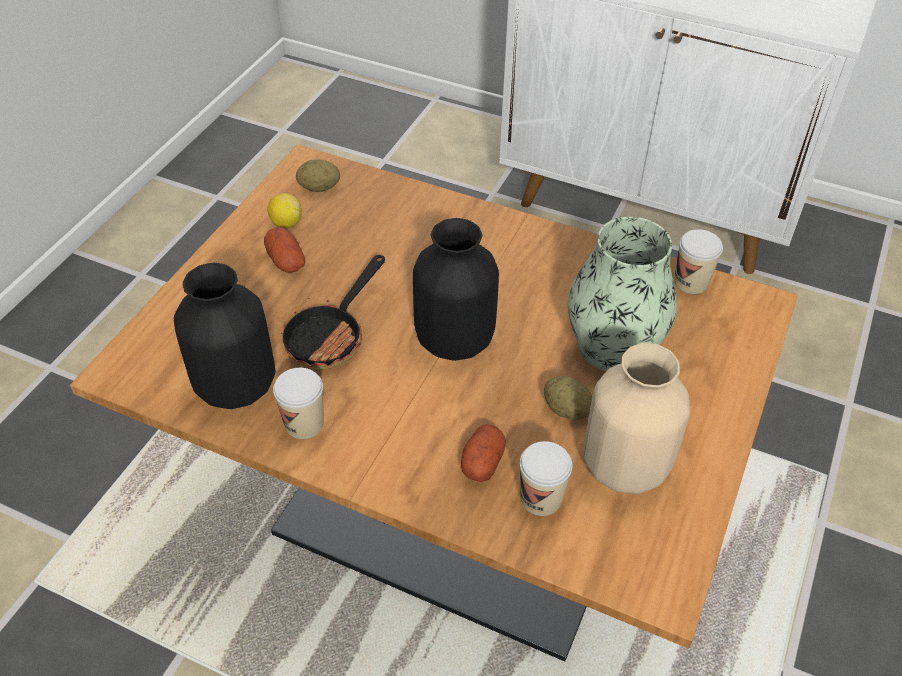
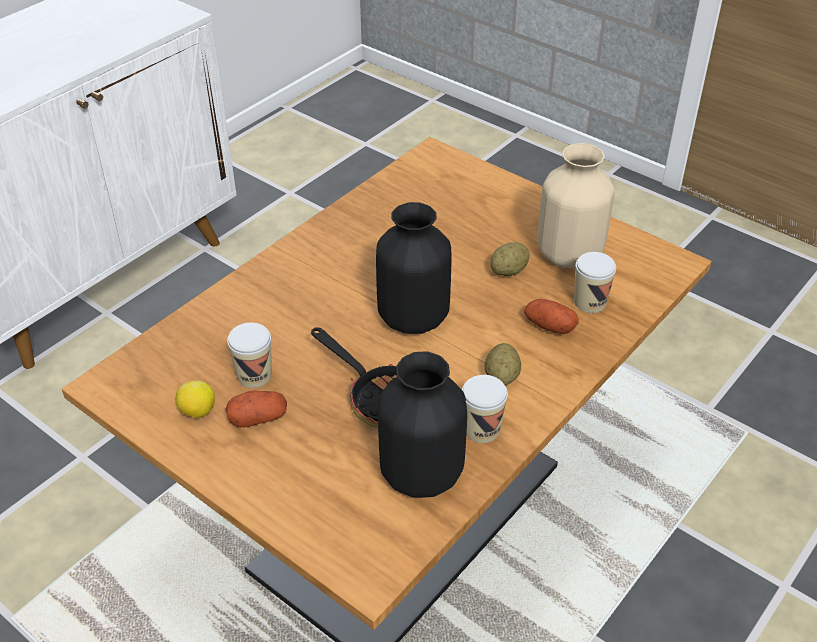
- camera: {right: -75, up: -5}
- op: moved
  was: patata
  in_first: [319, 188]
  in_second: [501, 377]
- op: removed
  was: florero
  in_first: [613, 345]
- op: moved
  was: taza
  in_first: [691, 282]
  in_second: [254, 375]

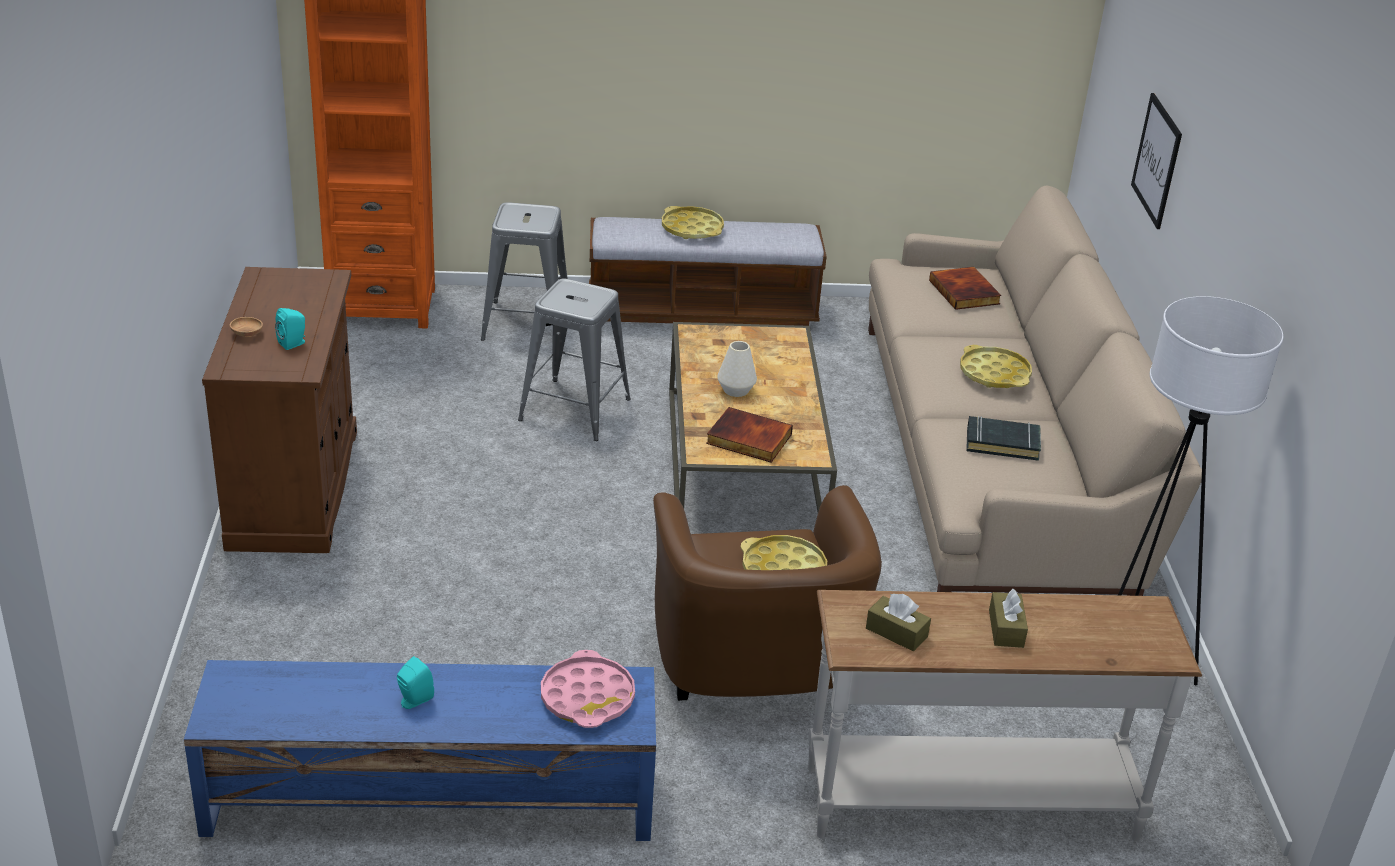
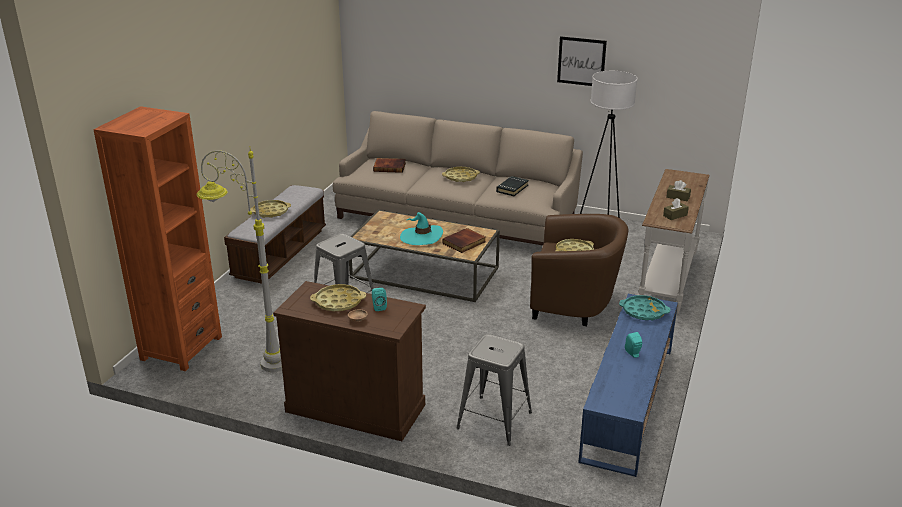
- camera: {right: -65, up: -5}
- op: moved
  was: cuadro
  in_first: [1157, 160]
  in_second: [581, 61]
- op: moved
  was: taburete (gris)
  in_first: [527, 324]
  in_second: [495, 420]
- op: replaced
  was: florero (blanco)
  now: sombrero (turquesa)
  in_first: [735, 390]
  in_second: [421, 237]
- op: recoloured
  was: bandeja (rosa)
  now: bandeja (turquesa)
  in_first: [587, 697]
  in_second: [643, 311]
- op: added
  now: lámpara de pie (gris)
  in_second: [253, 359]
- op: added
  now: bandeja (amarillo)
  in_second: [338, 302]

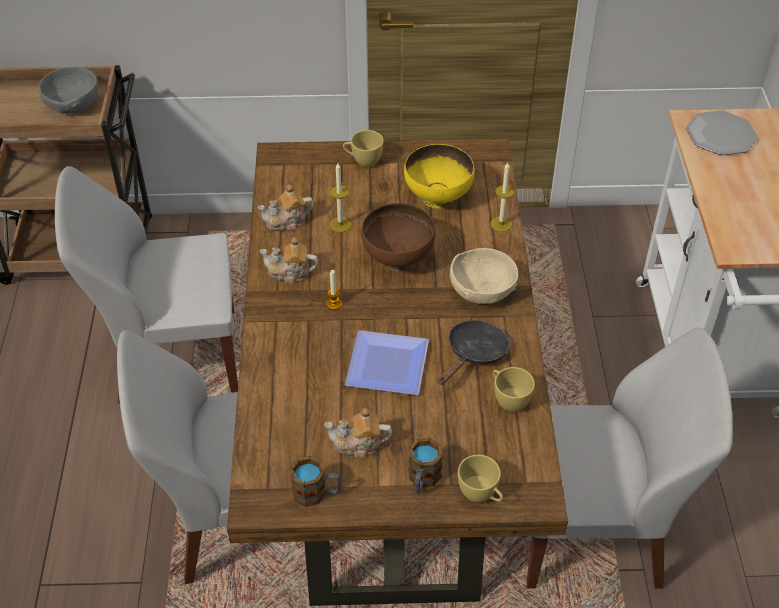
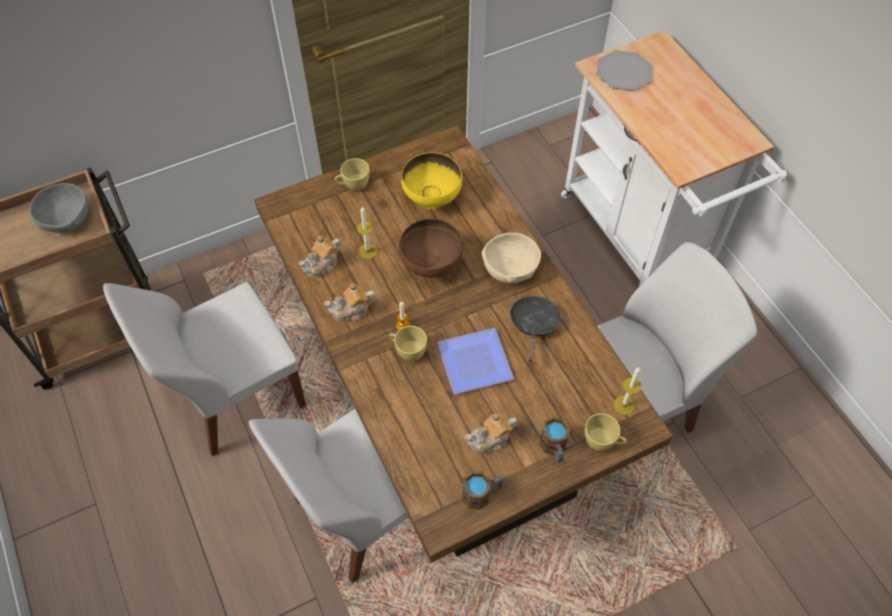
- camera: {right: -25, up: 10}
- op: moved
  was: vela
  in_first: [501, 224]
  in_second: [624, 405]
- op: moved
  was: taza (amarillo)
  in_first: [508, 400]
  in_second: [407, 351]

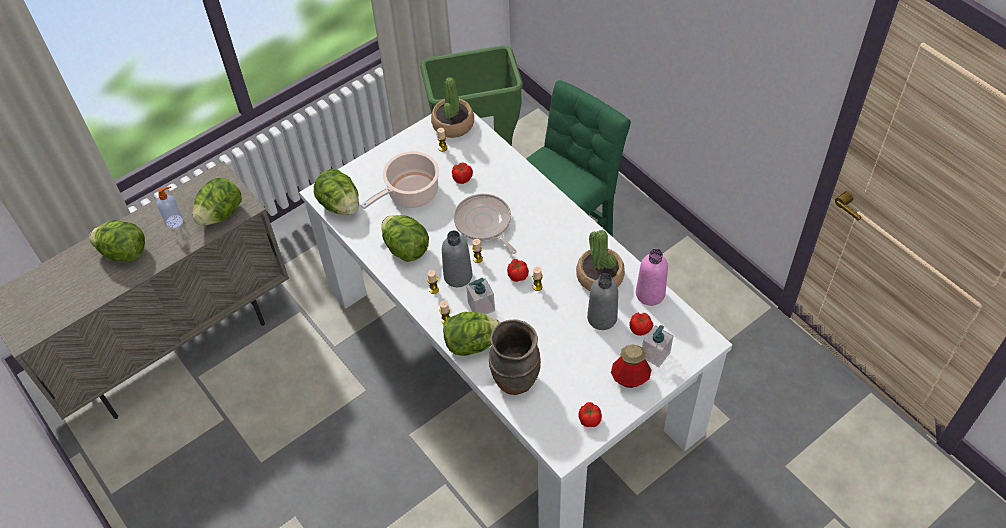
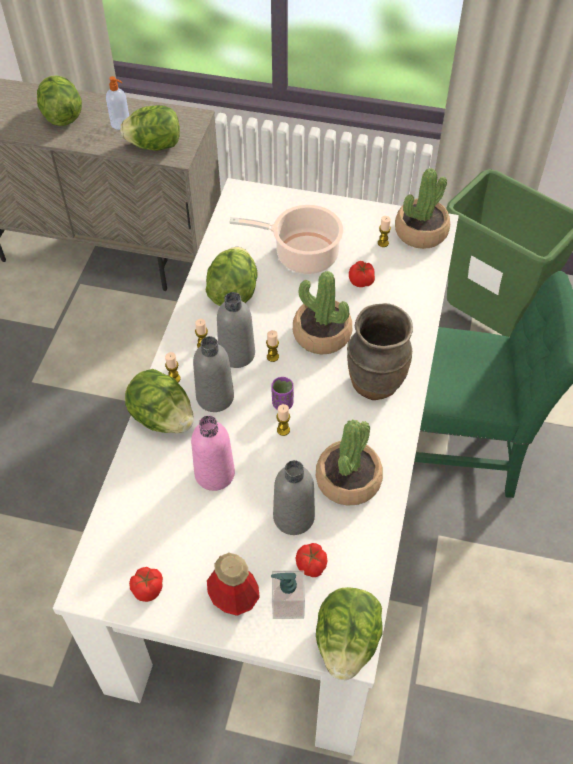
- camera: {right: 50, up: 0}
- op: moved
  was: lechuga
  in_first: [340, 205]
  in_second: [347, 642]
- op: replaced
  was: sartén
  now: planta en maceta
  in_first: [484, 224]
  in_second: [321, 334]
- op: moved
  was: botella (rosa)
  in_first: [650, 294]
  in_second: [214, 474]
- op: replaced
  was: tomate
  now: taza (morado)
  in_first: [517, 275]
  in_second: [282, 403]
- op: replaced
  was: dispensador de jabón
  now: botella (gris)
  in_first: [481, 307]
  in_second: [215, 397]
- op: moved
  was: florero (marrón)
  in_first: [515, 379]
  in_second: [375, 383]

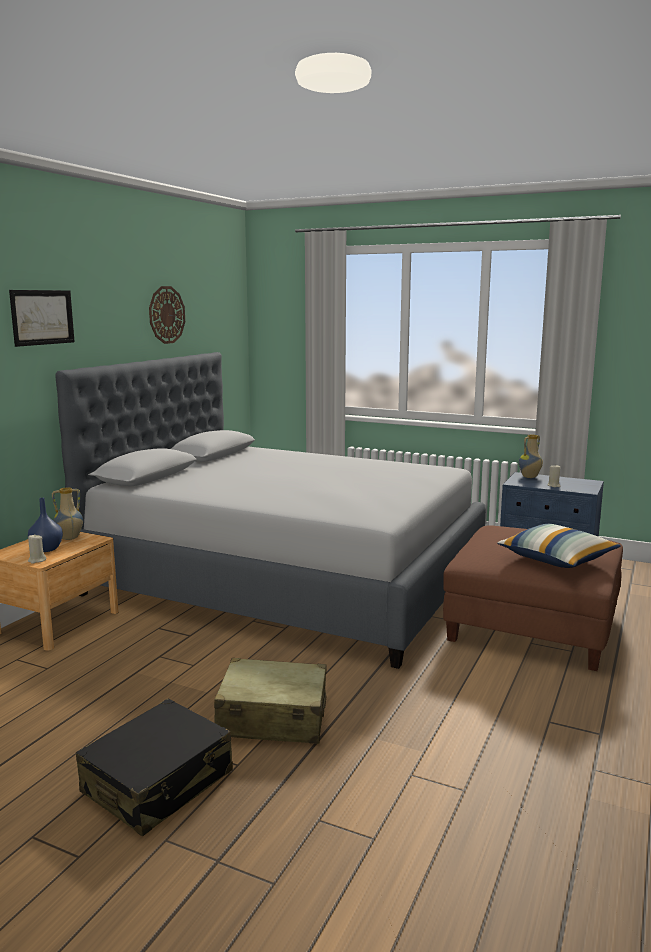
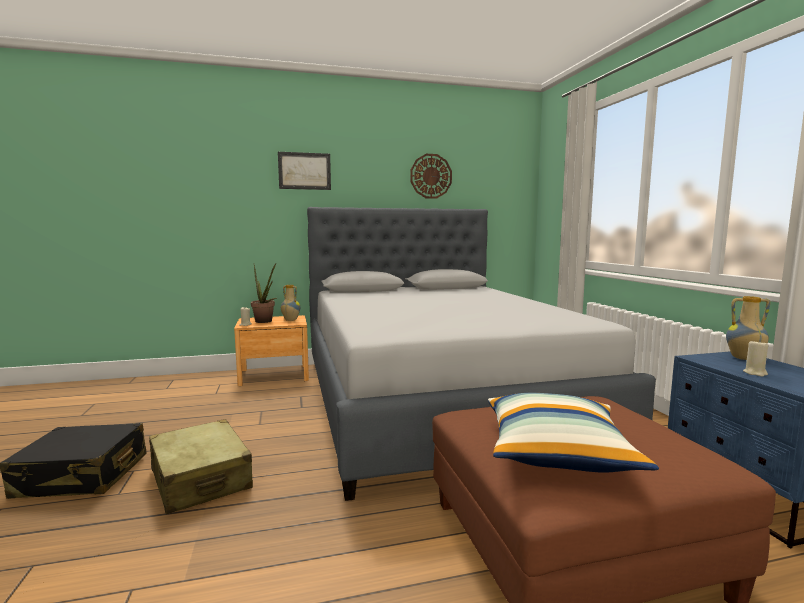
- camera: {right: 50, up: -5}
- op: replaced
  was: florero (azul)
  now: planta en maceta
  in_first: [46, 549]
  in_second: [265, 322]

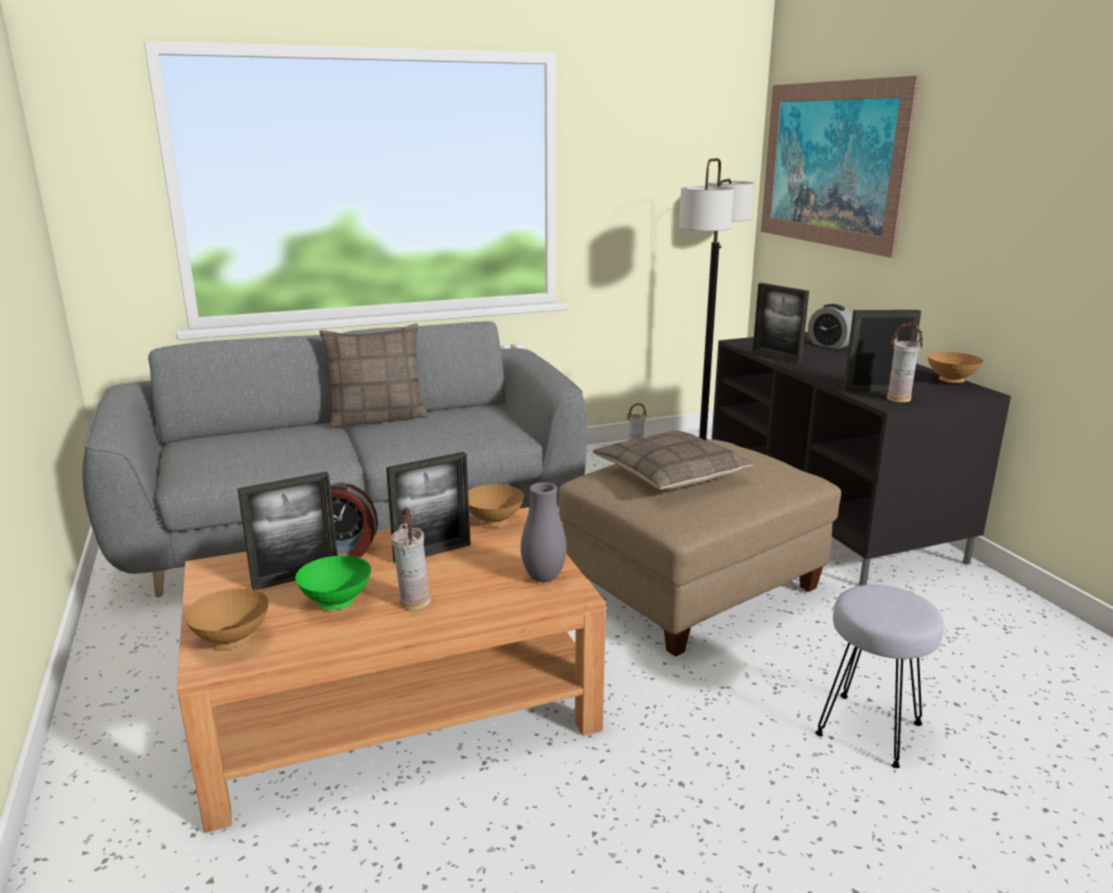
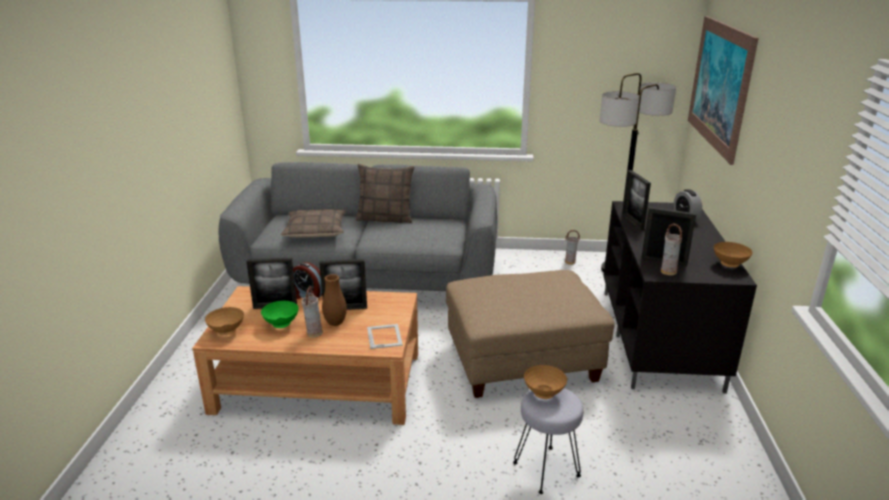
- camera: {right: 25, up: 5}
- op: moved
  was: cojín
  in_first: [670, 474]
  in_second: [315, 230]
- op: replaced
  was: florero (gris)
  now: portarretratos
  in_first: [543, 577]
  in_second: [384, 336]
- op: moved
  was: cuenco (marrón)
  in_first: [493, 523]
  in_second: [543, 394]
- op: added
  now: florero (marrón)
  in_second: [335, 323]

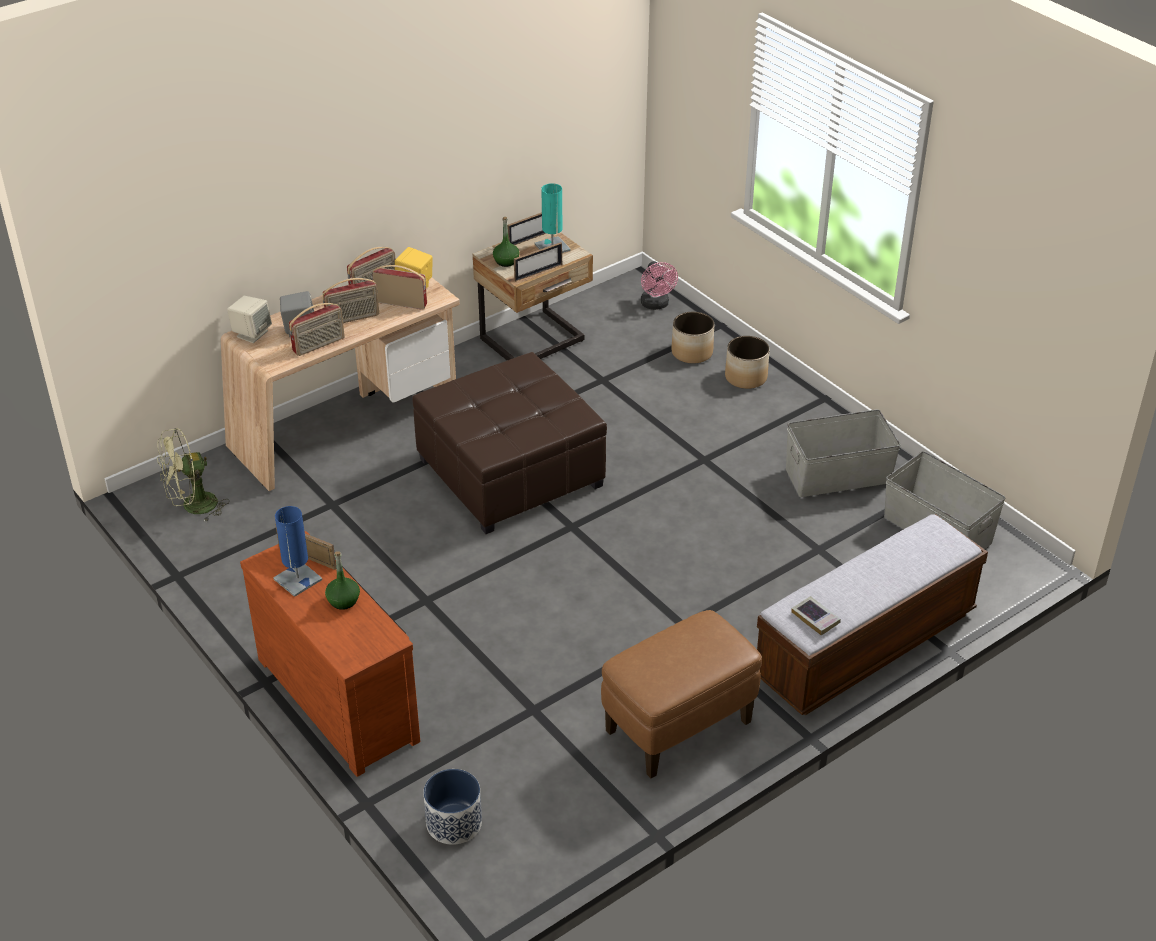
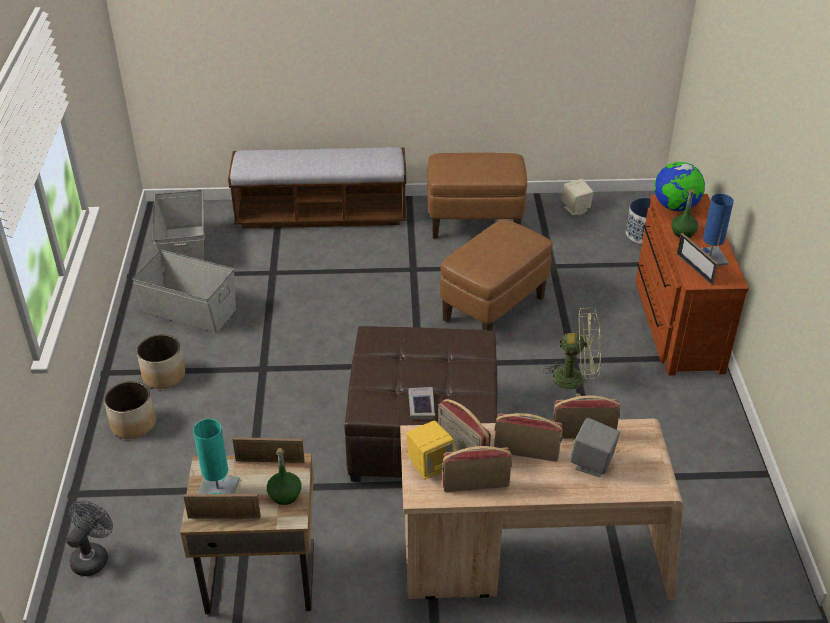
- camera: {right: -145, up: 0}
- op: recoloured
  was: ventilador (rosa)
  now: ventilador (gris)
  in_first: [656, 305]
  in_second: [93, 556]
- op: moved
  was: altavoz (beis)
  in_first: [252, 333]
  in_second: [575, 209]
- op: moved
  was: maceta
  in_first: [692, 352]
  in_second: [163, 375]
- op: moved
  was: ventilador (verde)
  in_first: [193, 507]
  in_second: [575, 378]
- op: moved
  was: libro
  in_first: [815, 618]
  in_second: [421, 405]
- op: added
  now: globo terráqueo
  in_second: [675, 207]
- op: added
  now: puf (marrón)
  in_second: [494, 309]

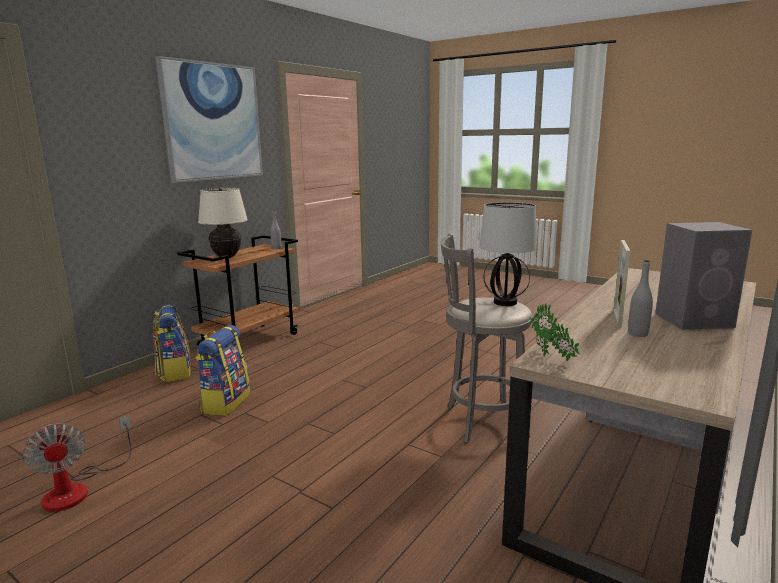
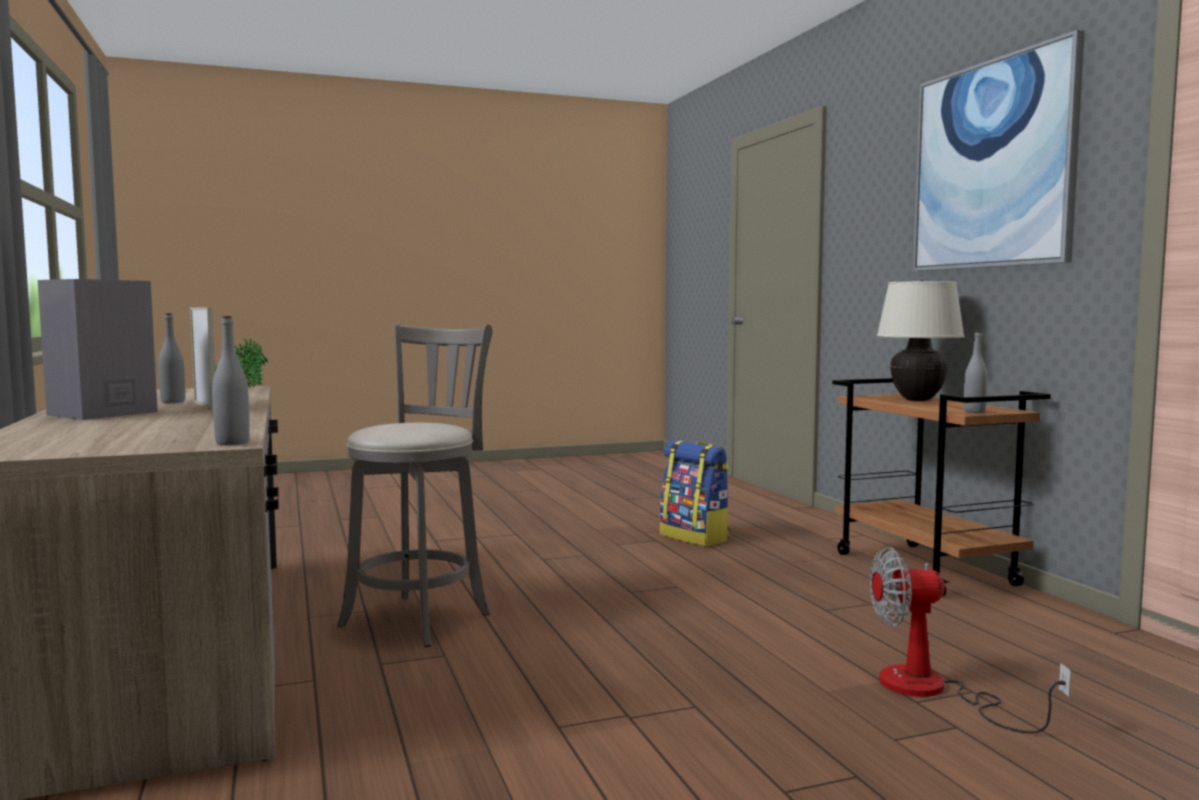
- camera: {right: 125, up: -10}
- op: removed
  was: lámpara de mesa
  in_first: [504, 302]
- op: removed
  was: mochila
  in_first: [174, 372]
- op: moved
  was: ventilador
  in_first: [78, 488]
  in_second: [933, 691]
- op: added
  now: botella (gris)
  in_second: [232, 443]

